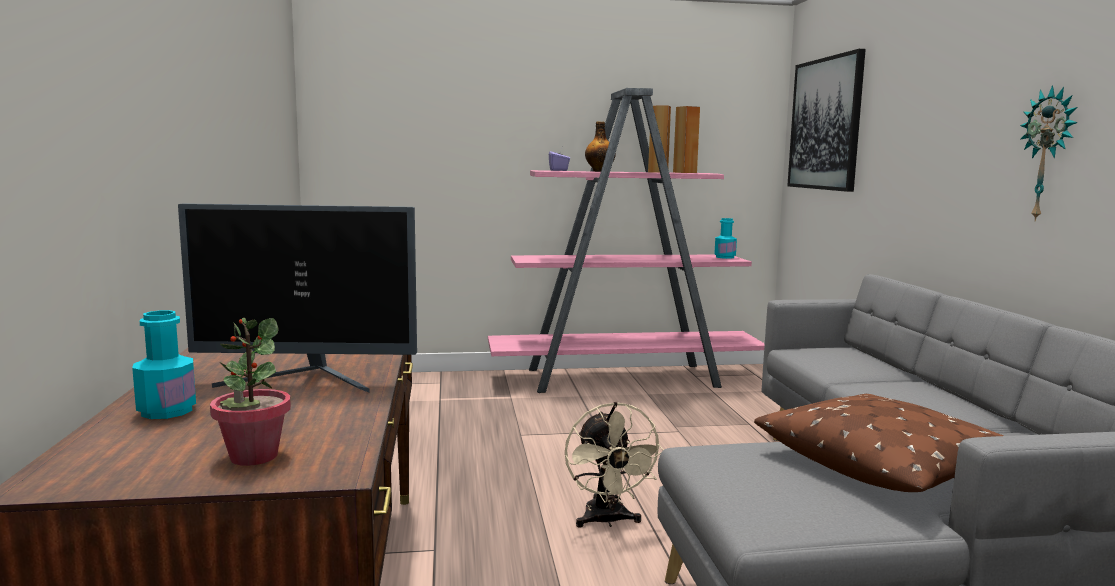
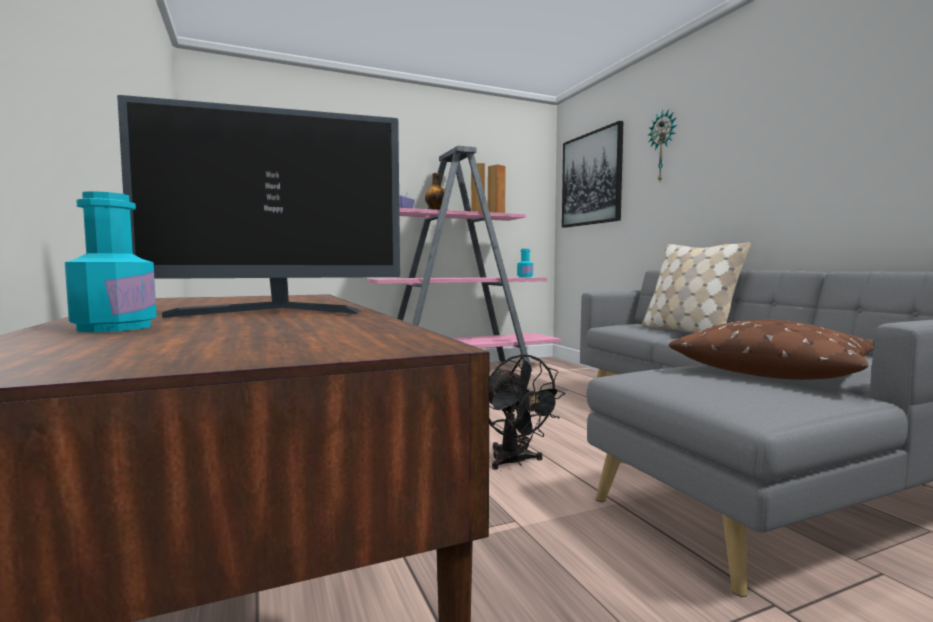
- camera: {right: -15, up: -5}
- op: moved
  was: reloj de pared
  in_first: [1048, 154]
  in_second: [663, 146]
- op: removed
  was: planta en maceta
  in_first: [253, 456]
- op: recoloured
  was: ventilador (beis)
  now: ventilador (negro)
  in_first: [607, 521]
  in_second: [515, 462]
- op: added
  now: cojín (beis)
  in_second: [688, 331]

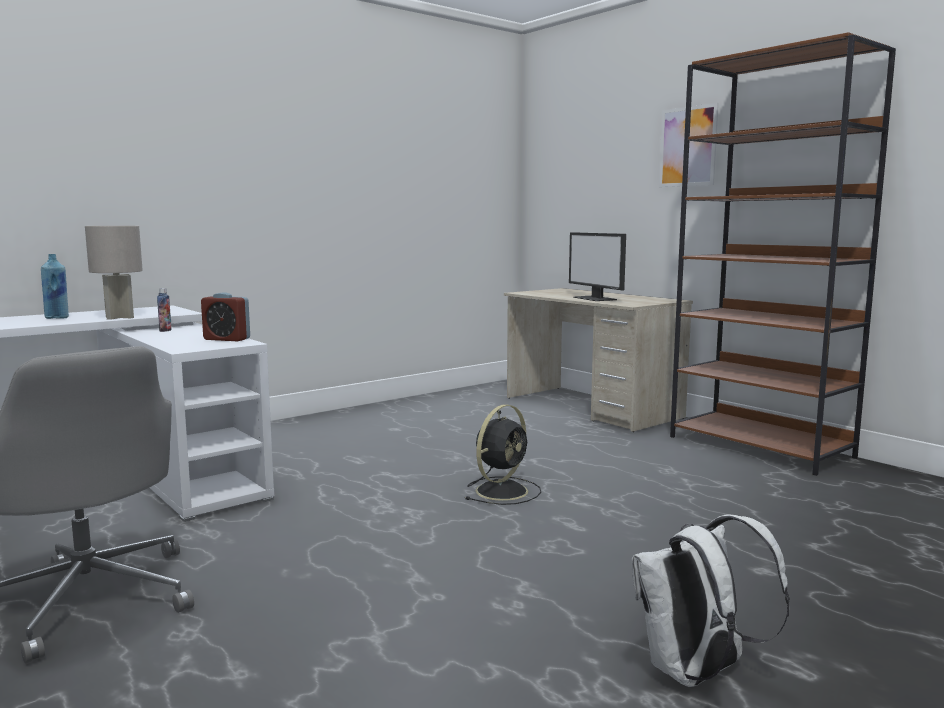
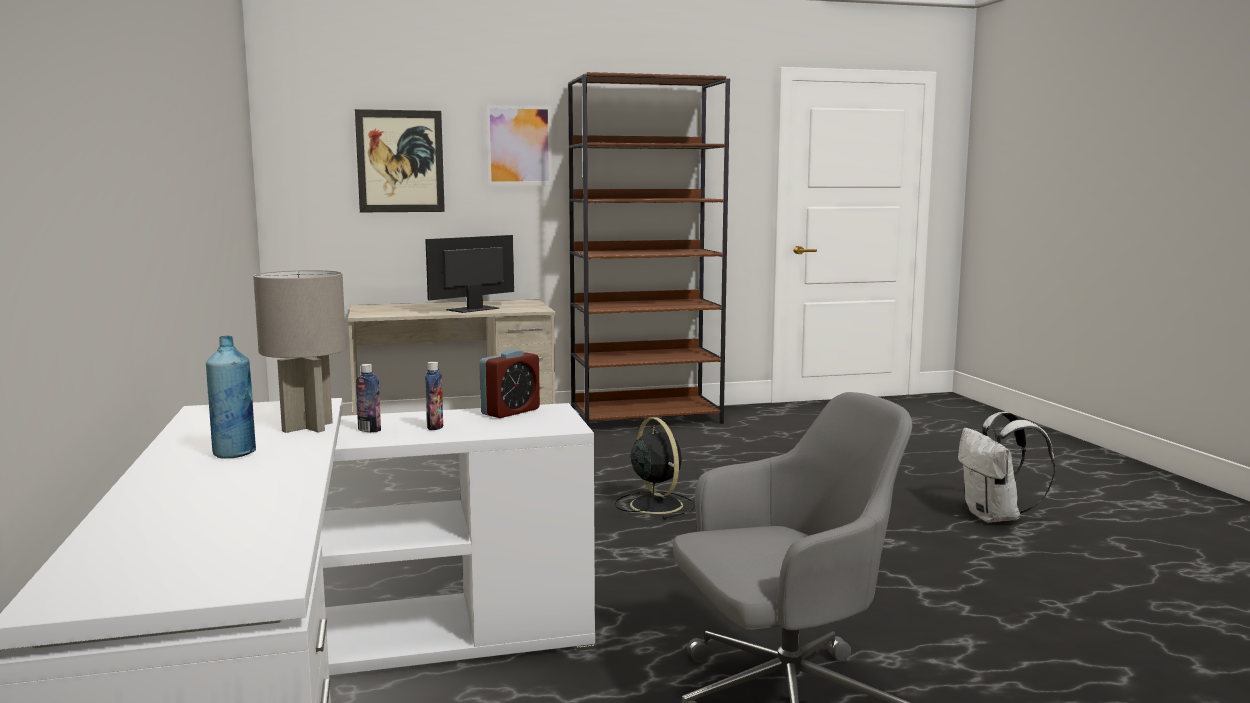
- camera: {right: -65, up: 0}
- op: turned
  was: monitor
  in_first: [595, 298]
  in_second: [473, 309]
  clockwise: 135
- op: added
  now: cuadro
  in_second: [400, 161]
- op: added
  now: botella
  in_second: [435, 427]

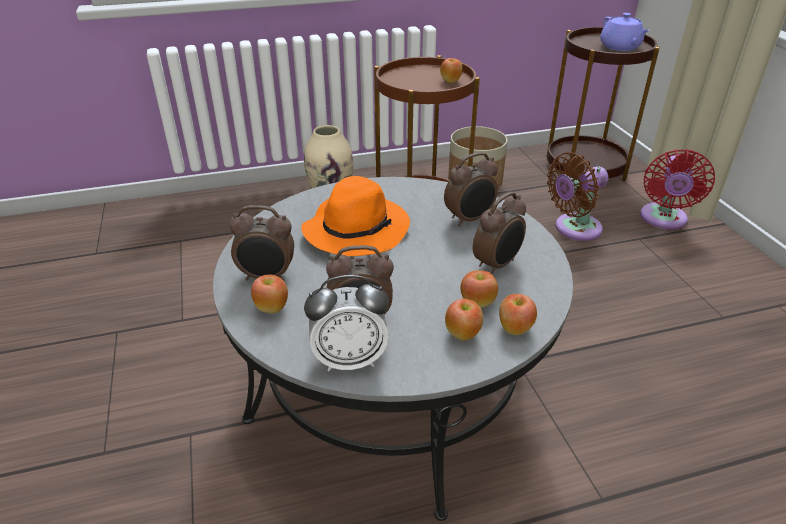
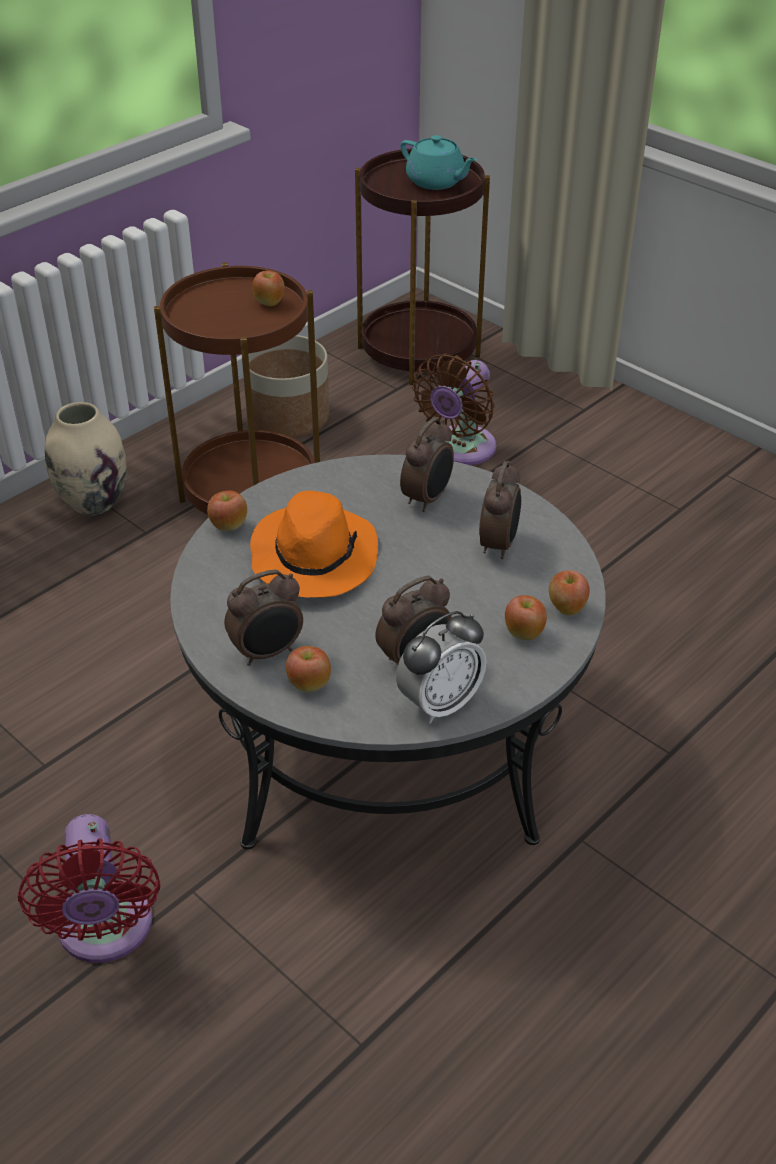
- camera: {right: -30, up: 5}
- op: recoloured
  was: tetera (morado)
  now: tetera (turquesa)
  in_first: [620, 47]
  in_second: [436, 182]
- op: moved
  was: ventilador (rojo)
  in_first: [663, 219]
  in_second: [105, 932]
- op: moved
  was: manzana
  in_first: [477, 303]
  in_second: [229, 526]

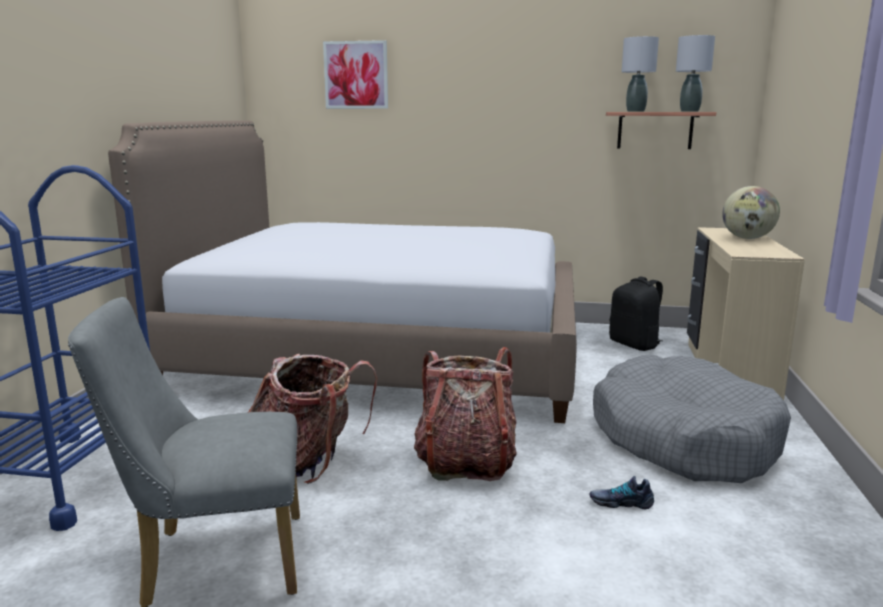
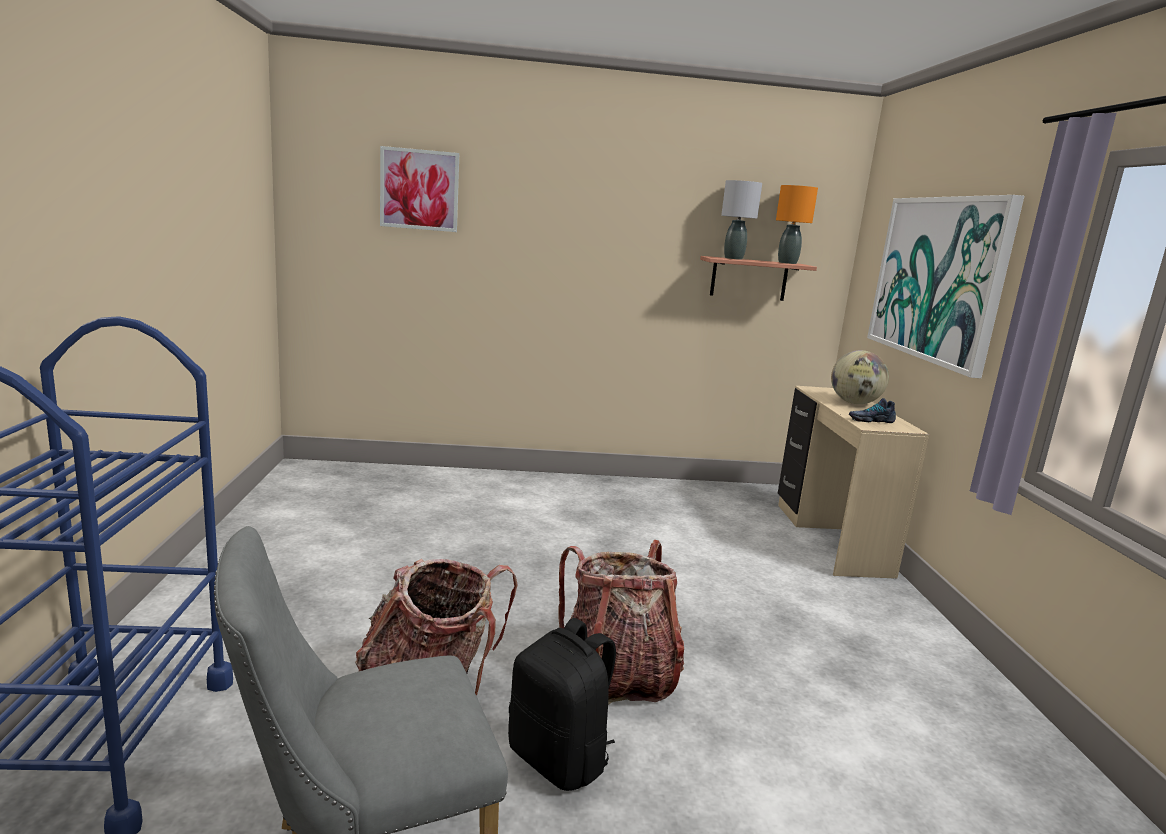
- camera: {right: -15, up: 0}
- op: recoloured
  was: lámpara de mesa (gris)
  now: lámpara de mesa (naranja)
  in_first: [689, 111]
  in_second: [787, 263]
- op: removed
  was: cama
  in_first: [381, 354]
- op: moved
  was: mochila (negro)
  in_first: [635, 344]
  in_second: [560, 759]
- op: removed
  was: cama para perro (gris)
  in_first: [683, 438]
- op: moved
  was: zapato
  in_first: [621, 502]
  in_second: [870, 420]
- op: added
  now: cuadro
  in_second: [937, 279]

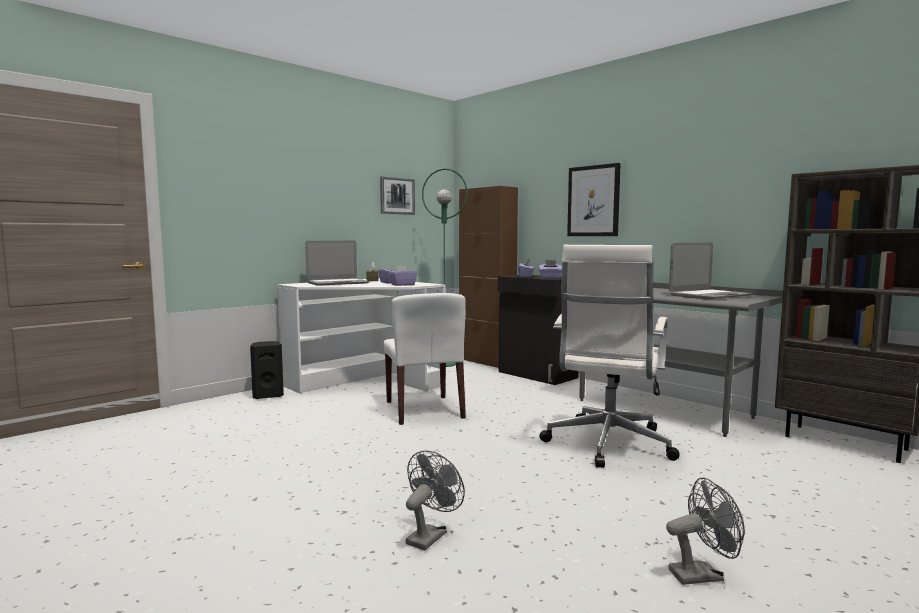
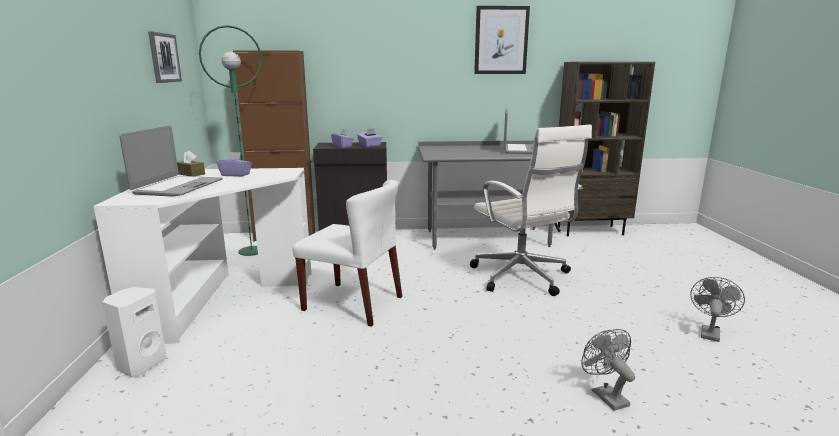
- camera: {right: -50, up: 10}
- op: moved
  was: cuadro
  in_first: [593, 201]
  in_second: [501, 40]
- op: removed
  was: caja de pañuelos (morado)
  in_first: [403, 285]
- op: recoloured
  was: altavoz (negro)
  now: altavoz (blanco)
  in_first: [268, 395]
  in_second: [141, 364]

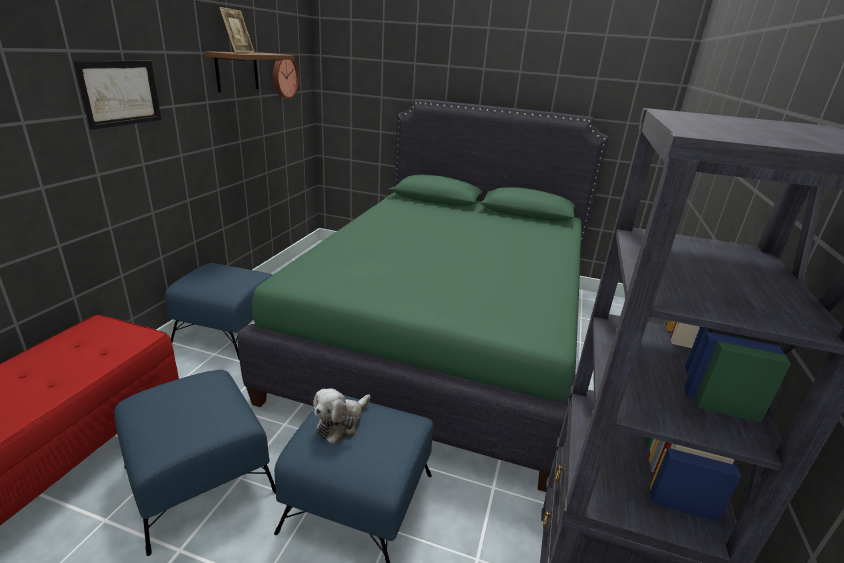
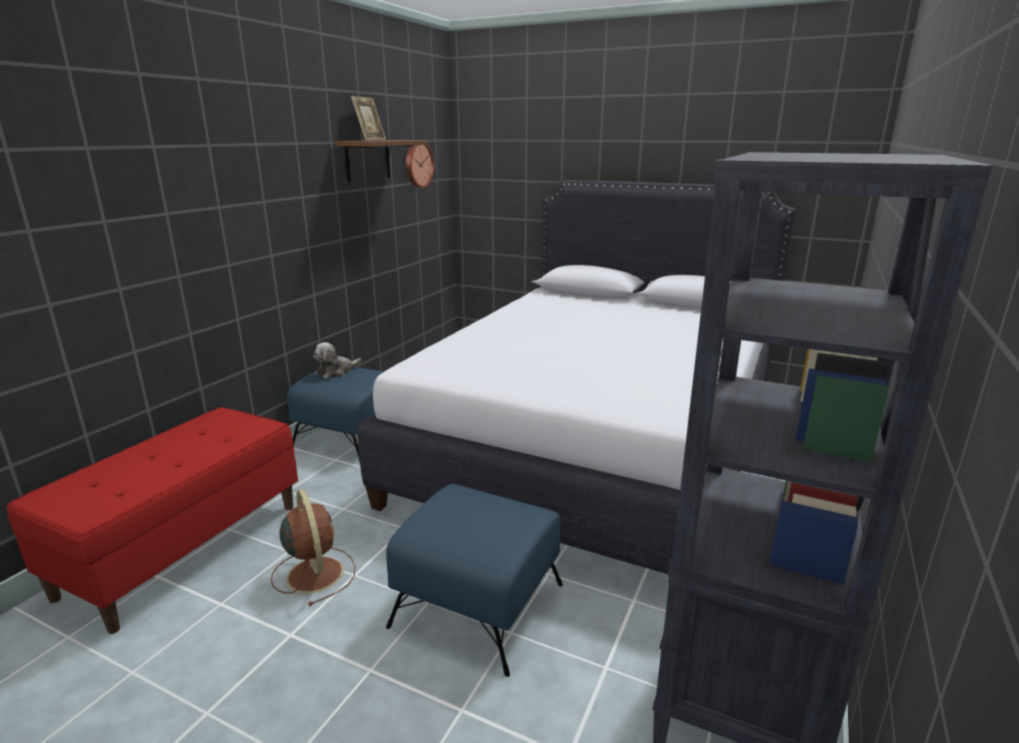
- camera: {right: 10, up: -5}
- op: removed
  was: cuadro
  in_first: [121, 93]
- op: recoloured
  was: cama (verde)
  now: cama (blanco)
  in_first: [445, 333]
  in_second: [596, 444]
- op: replaced
  was: puf (azul)
  now: ventilador (marrón)
  in_first: [200, 478]
  in_second: [314, 573]
- op: moved
  was: peluche
  in_first: [341, 423]
  in_second: [336, 372]

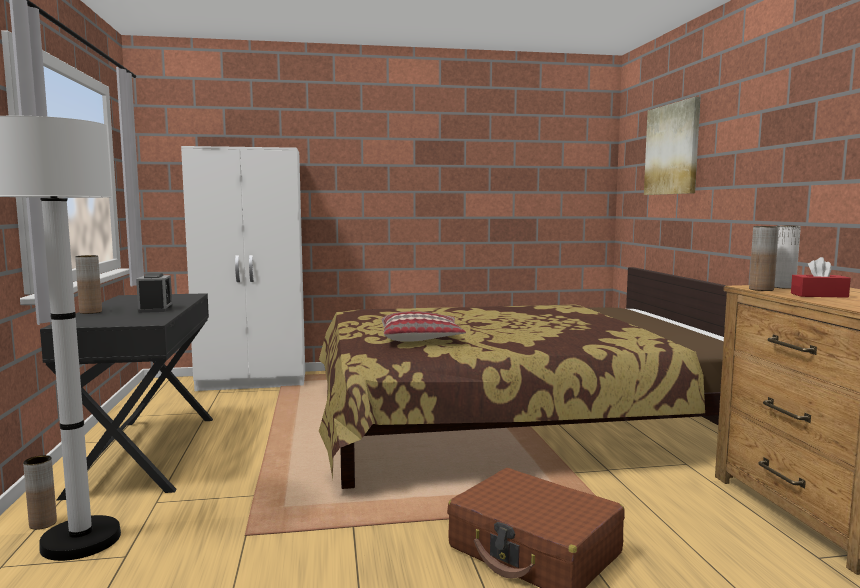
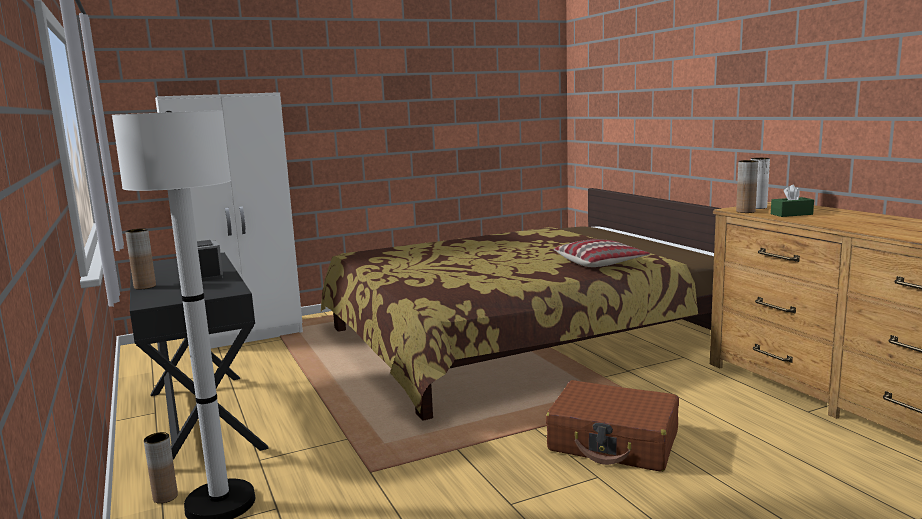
- camera: {right: -15, up: 5}
- op: removed
  was: cuadro
  in_first: [672, 149]
- op: recoloured
  was: caja de pañuelos (rojo)
  now: caja de pañuelos (verde)
  in_first: [819, 295]
  in_second: [791, 214]
- op: moved
  was: cojín
  in_first: [421, 338]
  in_second: [600, 263]

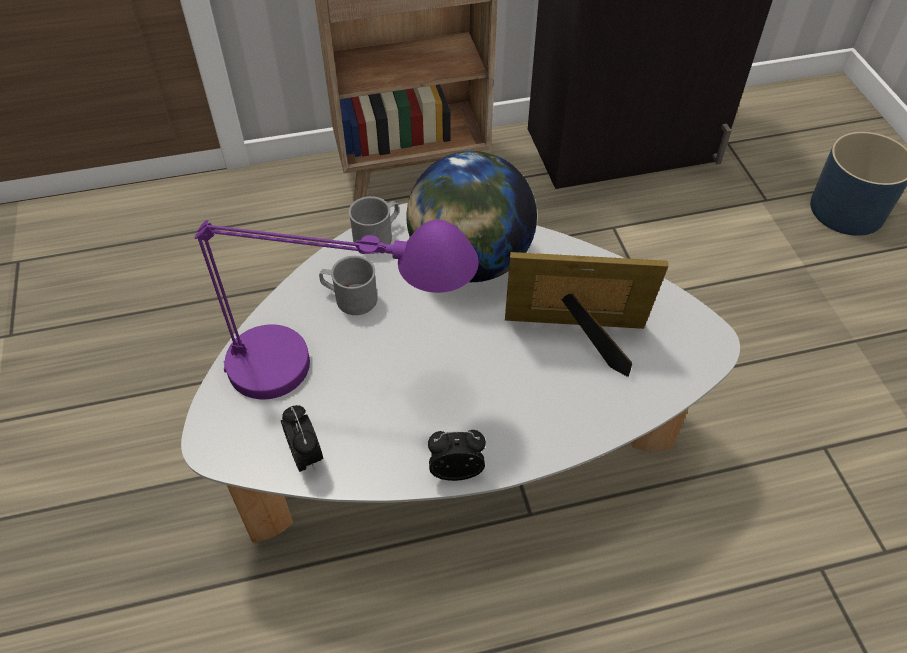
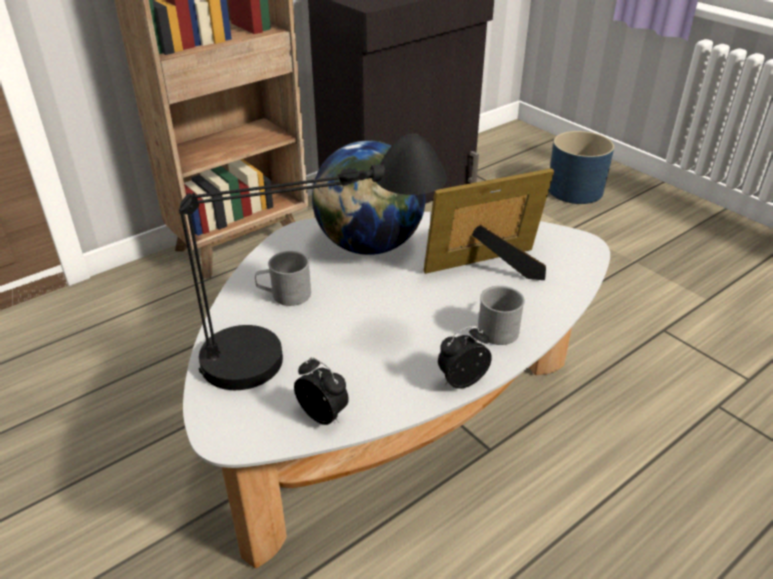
- camera: {right: -25, up: -15}
- op: moved
  was: taza grande (gris)
  in_first: [377, 235]
  in_second: [500, 327]
- op: recoloured
  was: lámpara de mesa (morado)
  now: lámpara de mesa (negro)
  in_first: [340, 374]
  in_second: [314, 348]

